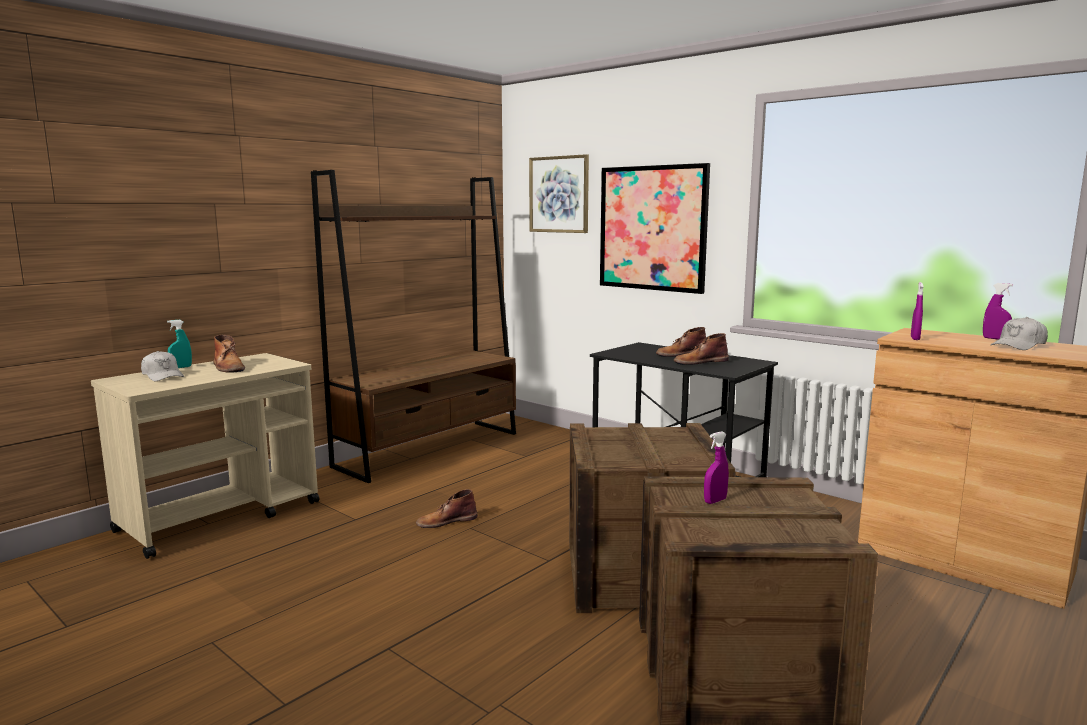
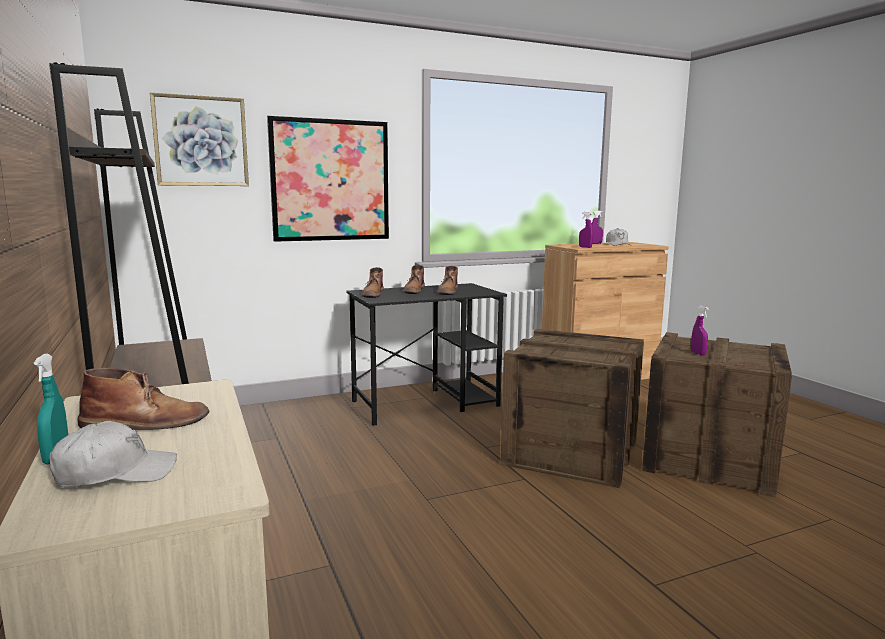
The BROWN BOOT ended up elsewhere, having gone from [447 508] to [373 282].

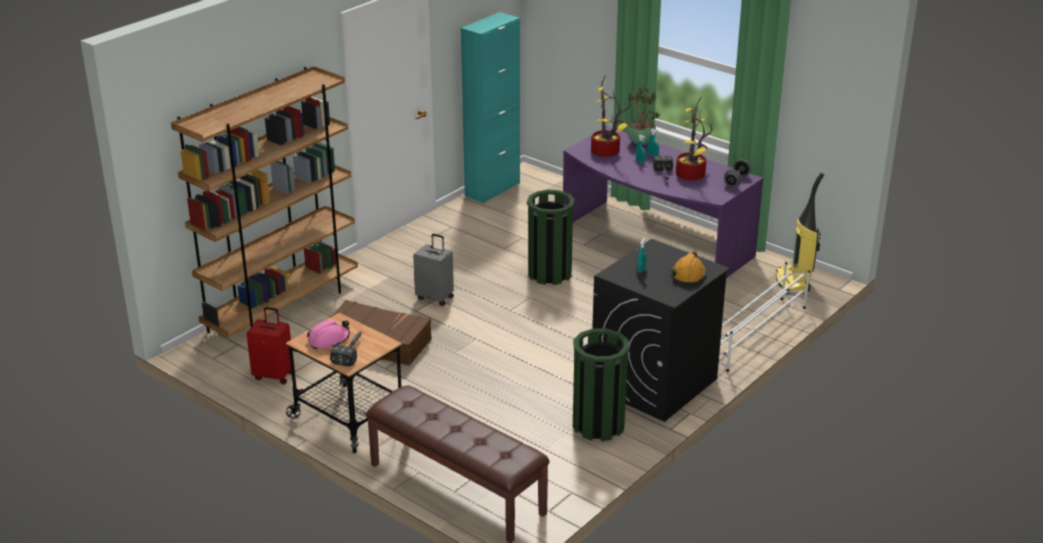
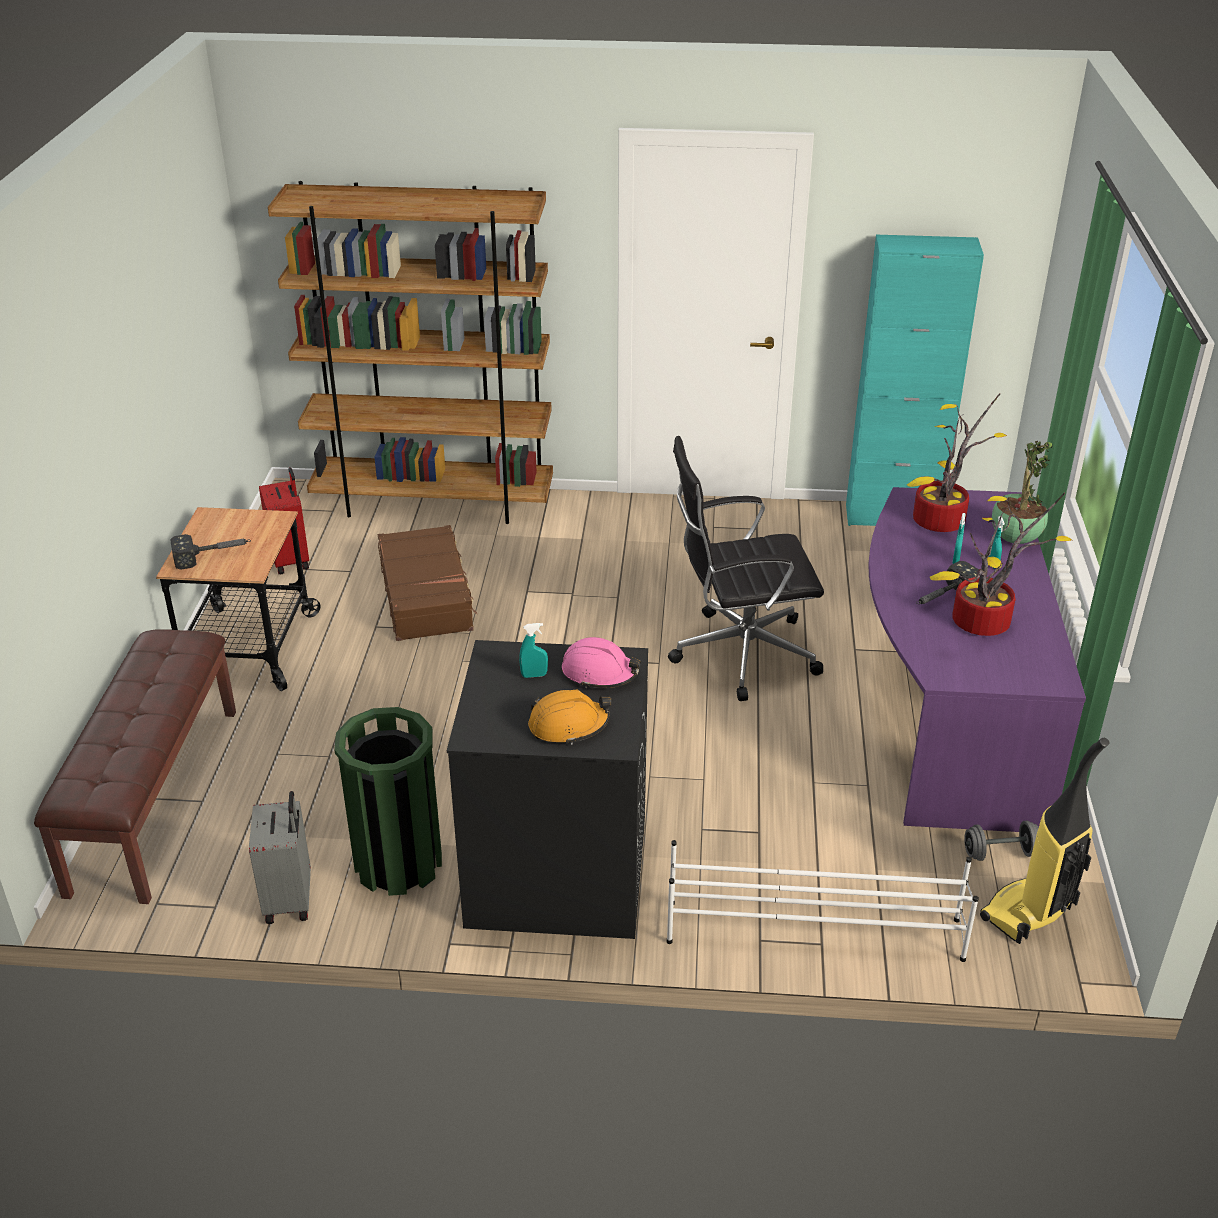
The GREY SUITCASE ended up elsewhere, having gone from [433 269] to [280 857].
The PINK HARD HAT ended up elsewhere, having gone from [328 334] to [601 663].
Where the GREEN TRASH CAN stood at [551 237], the BLACK OFFICE CHAIR came to stand at [746 568].
The GREY DUMBBELL ended up elsewhere, having gone from [737 173] to [1001 841].

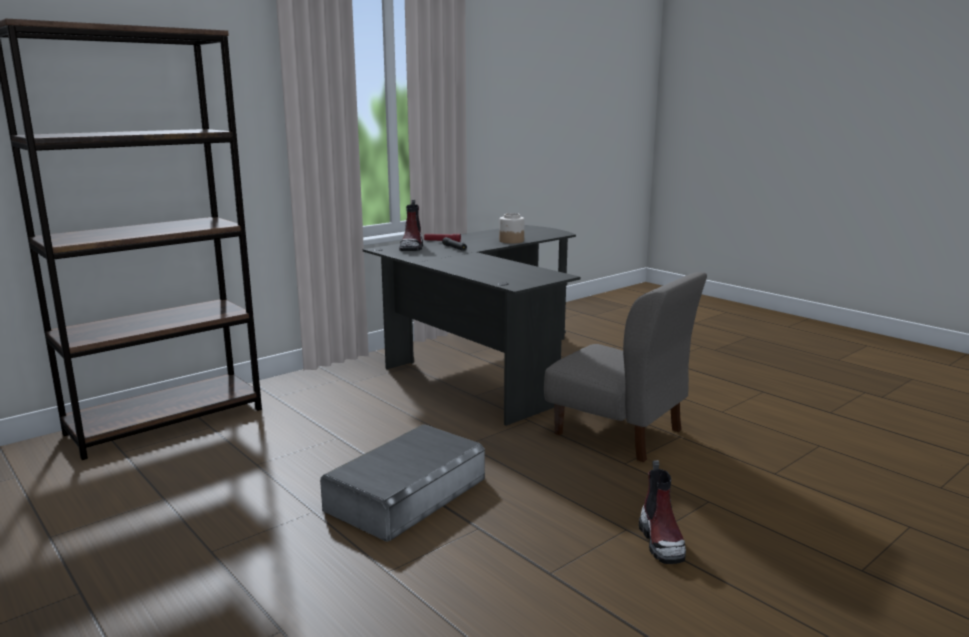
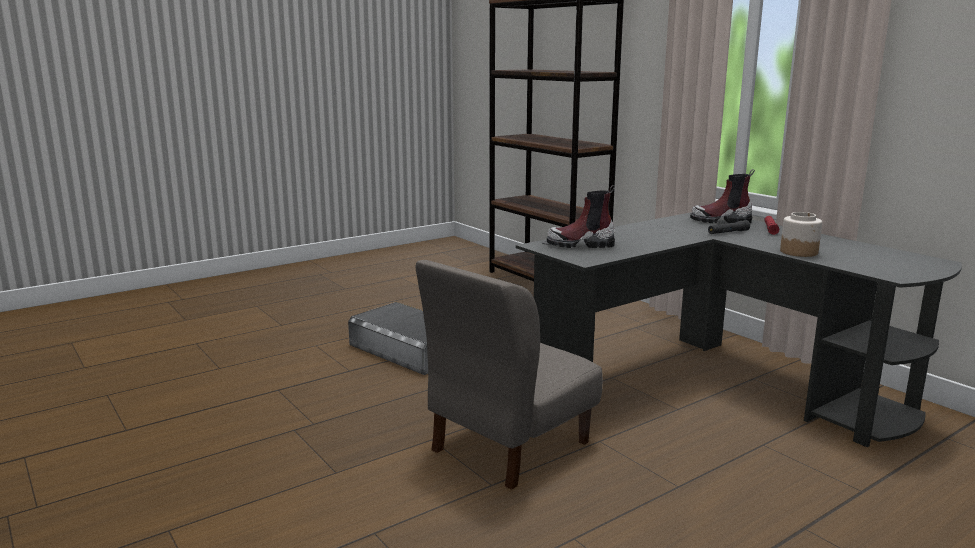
The BOOT ended up elsewhere, having gone from [662 512] to [581 216].

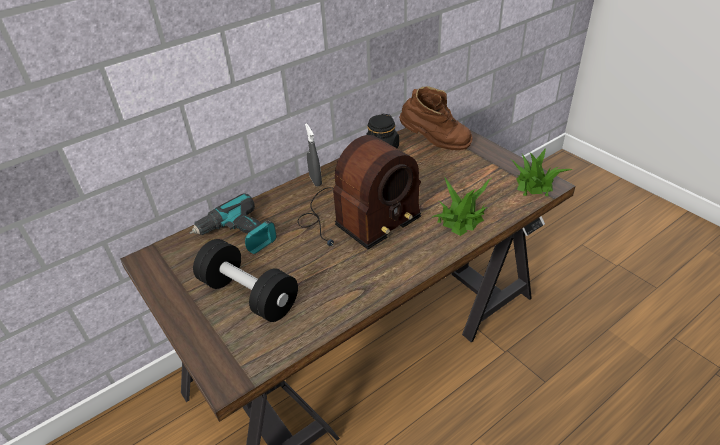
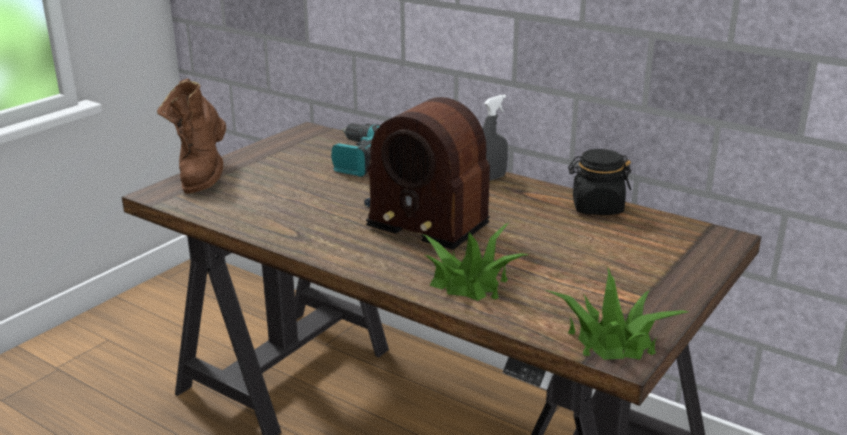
The BROWN BOOT ended up elsewhere, having gone from [436 118] to [191 136].
The second view lost the BLACK DUMBBELL at [245 280].

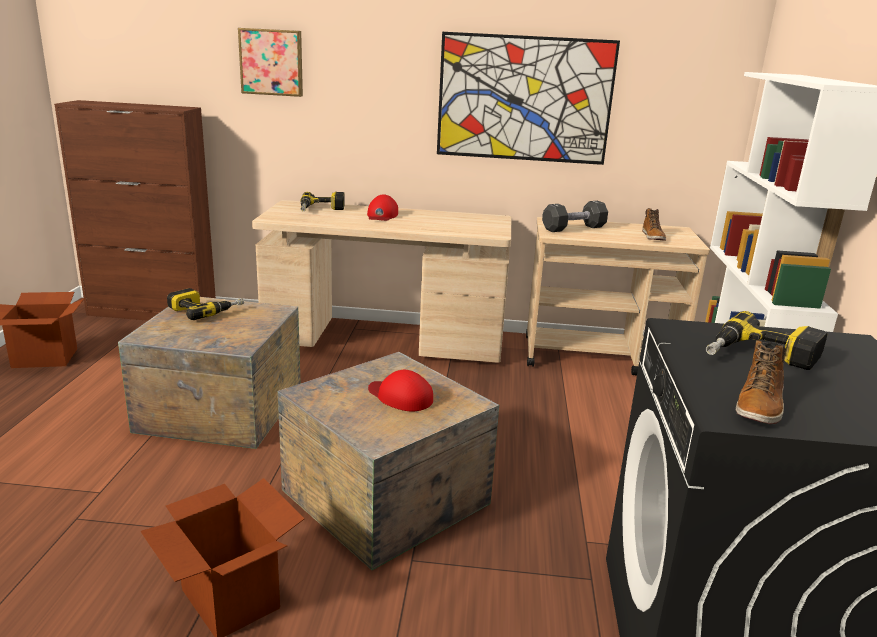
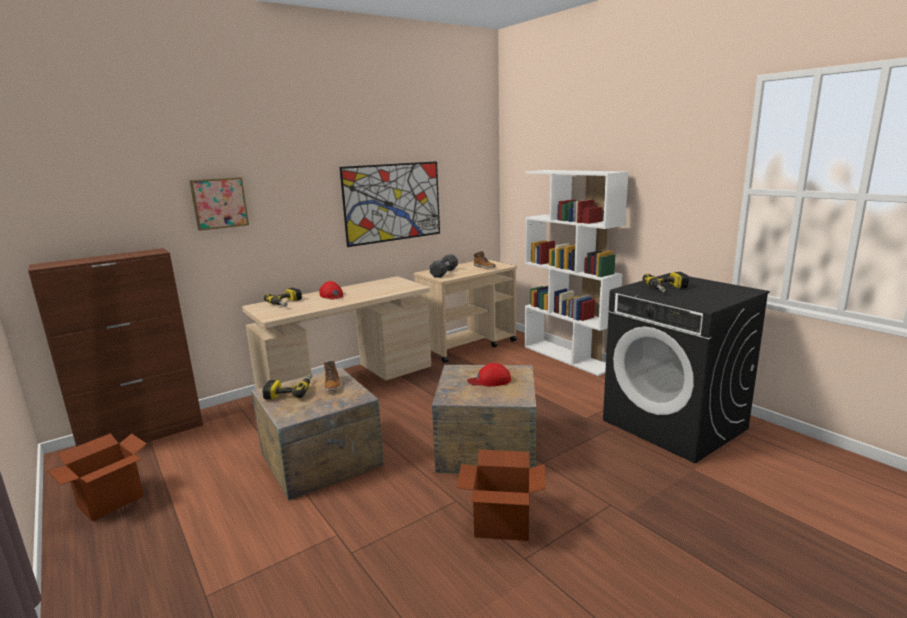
The BOOT ended up elsewhere, having gone from [761 382] to [332 376].

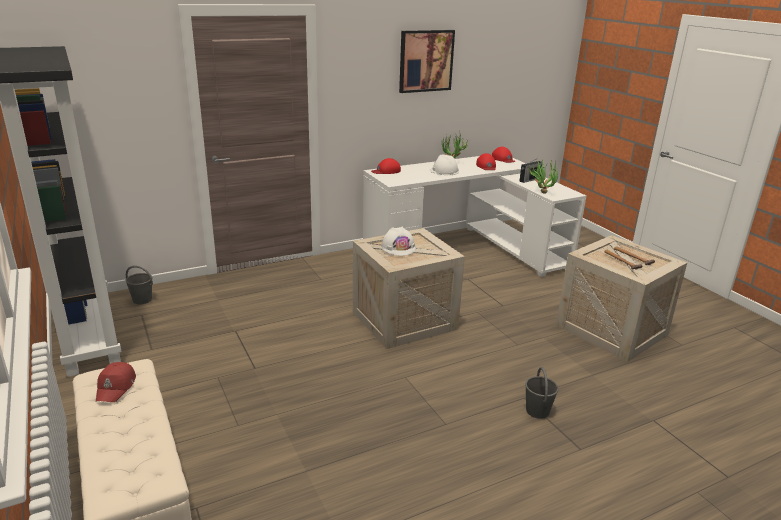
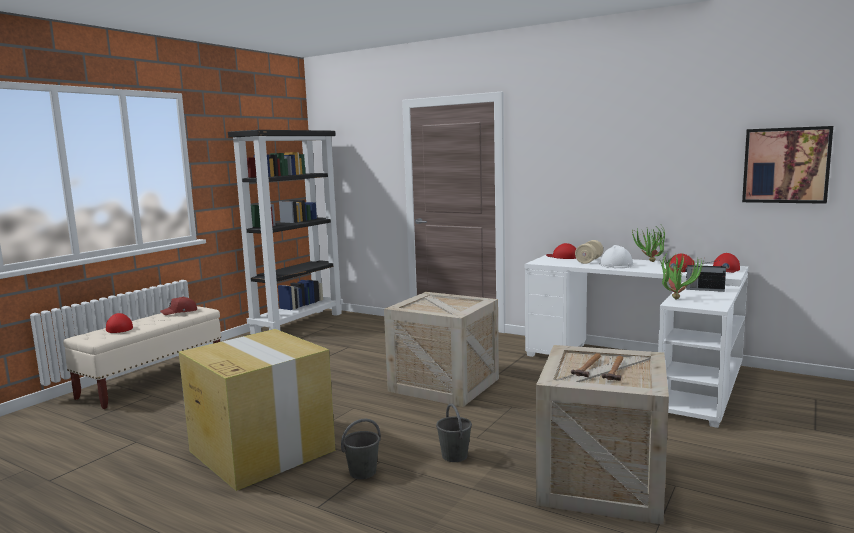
The second view gained the RED CAP at [119 323].
The second view gained the CARDBOARD BOX at [257 410].
The GREY BUCKET ended up elsewhere, having gone from [139 284] to [454 432].
The second view gained the BEIGE DUMBBELL at [589 252].
The PICTURE ended up elsewhere, having gone from [427 61] to [787 165].
The second view lost the WHITE HARD HAT at [398 241].

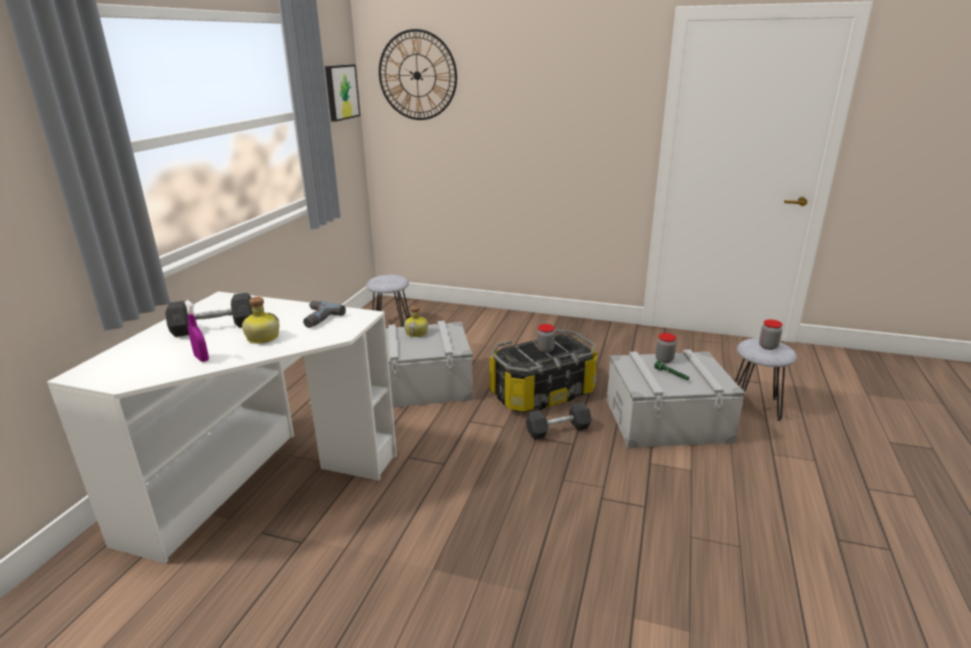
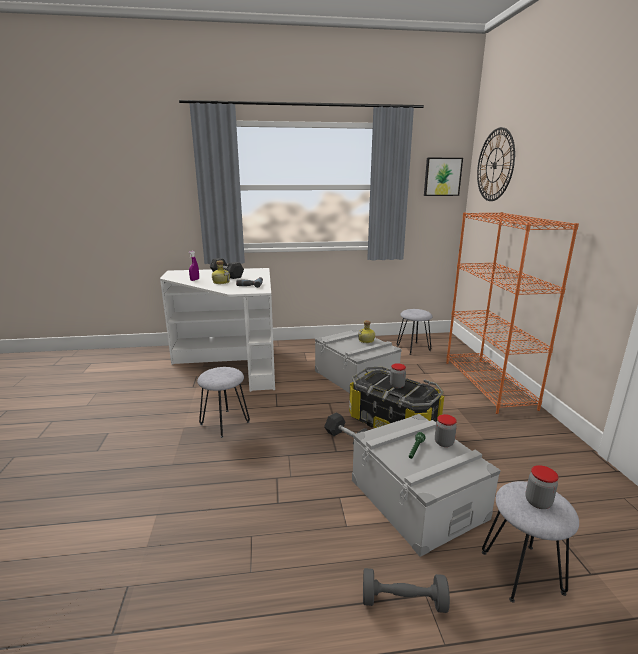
The second view gained the GREY STOOL at [223 402].
The second view gained the GREY DUMBBELL at [406 590].
The second view gained the ORANGE BOOKCASE at [512 313].

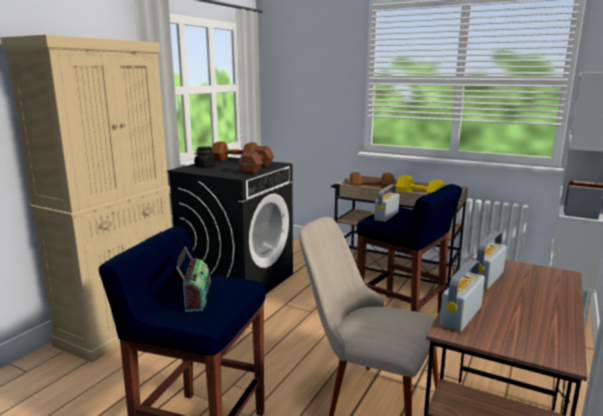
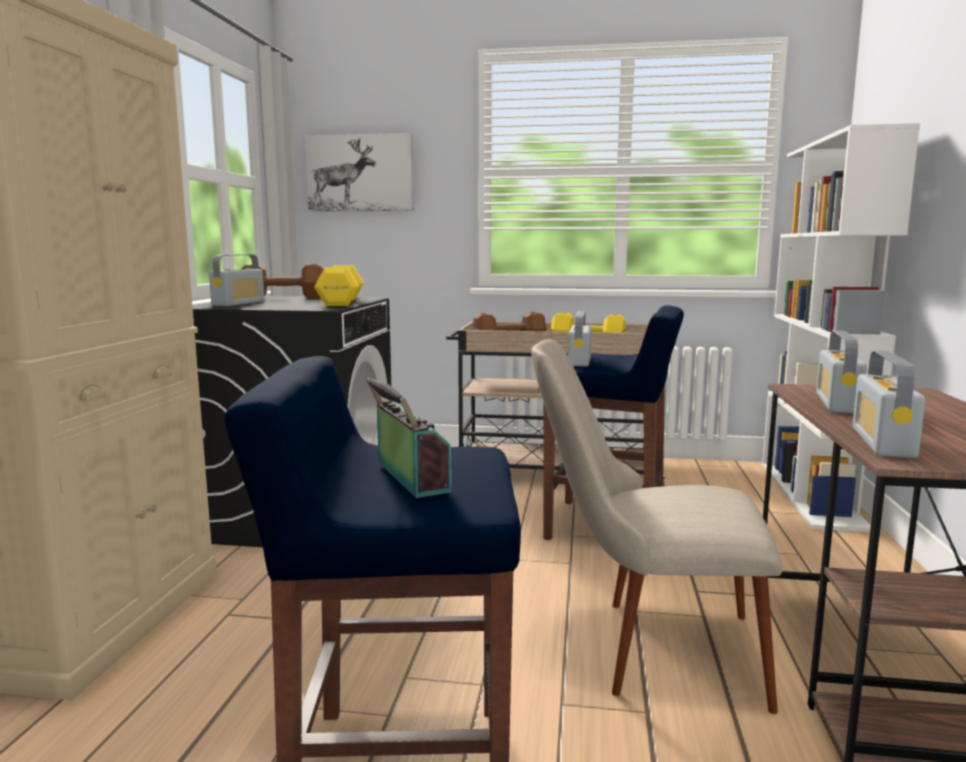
Where the BLACK JAR stood at [204 157], the RADIO came to stand at [236 280].
The second view gained the PICTURE at [359 172].
What was the BROWN DUMBBELL at [256 160] turned into the YELLOW DUMBBELL at [339 285].

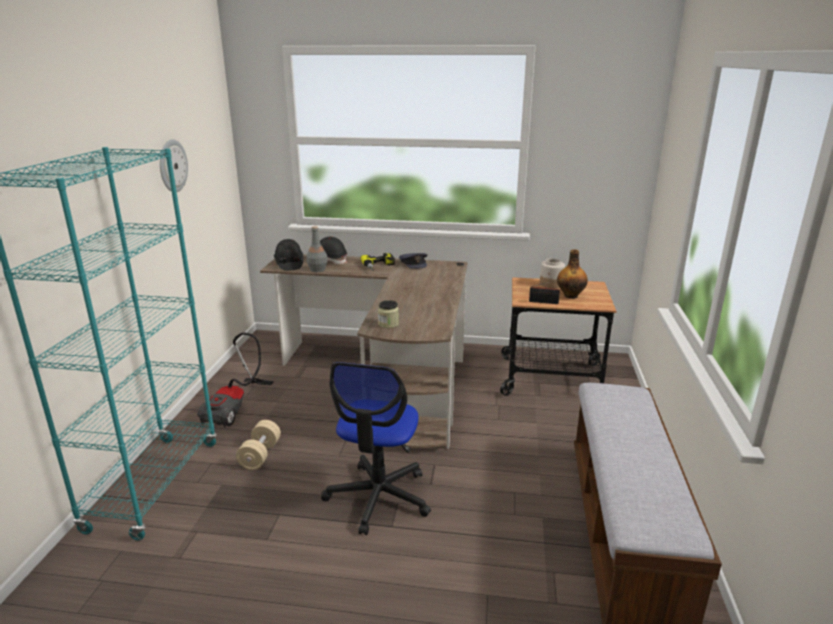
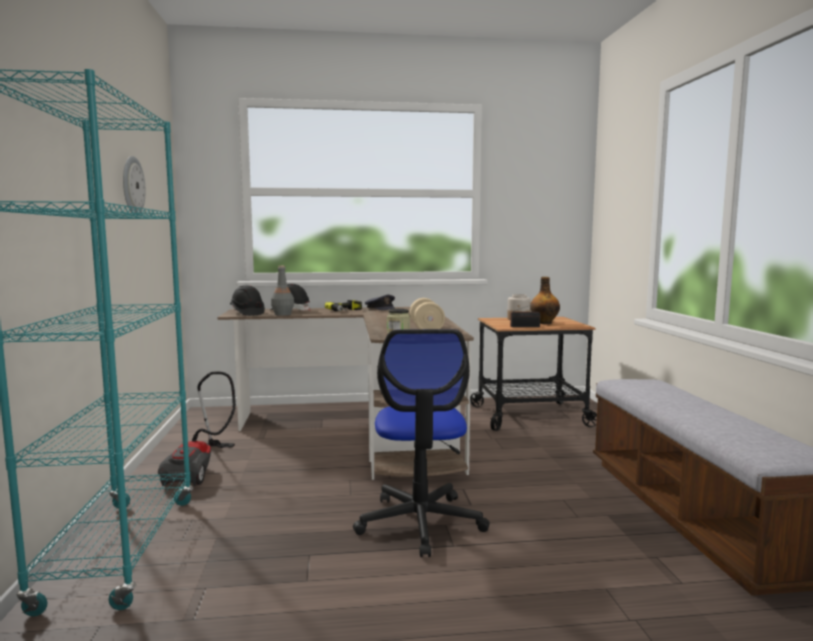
The BEIGE DUMBBELL ended up elsewhere, having gone from [258 445] to [427 313].

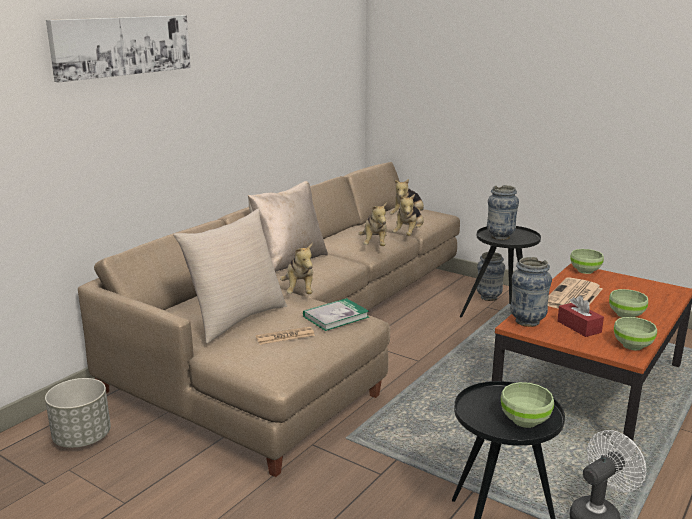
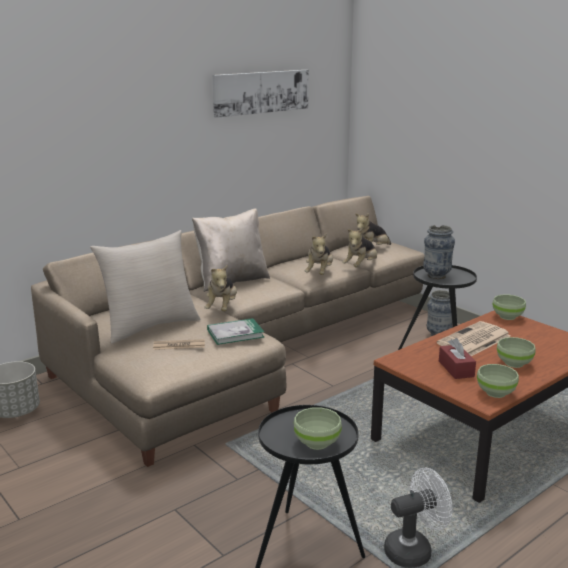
The PICTURE ended up elsewhere, having gone from [118 48] to [260 94].
The second view lost the VASE at [531 292].

